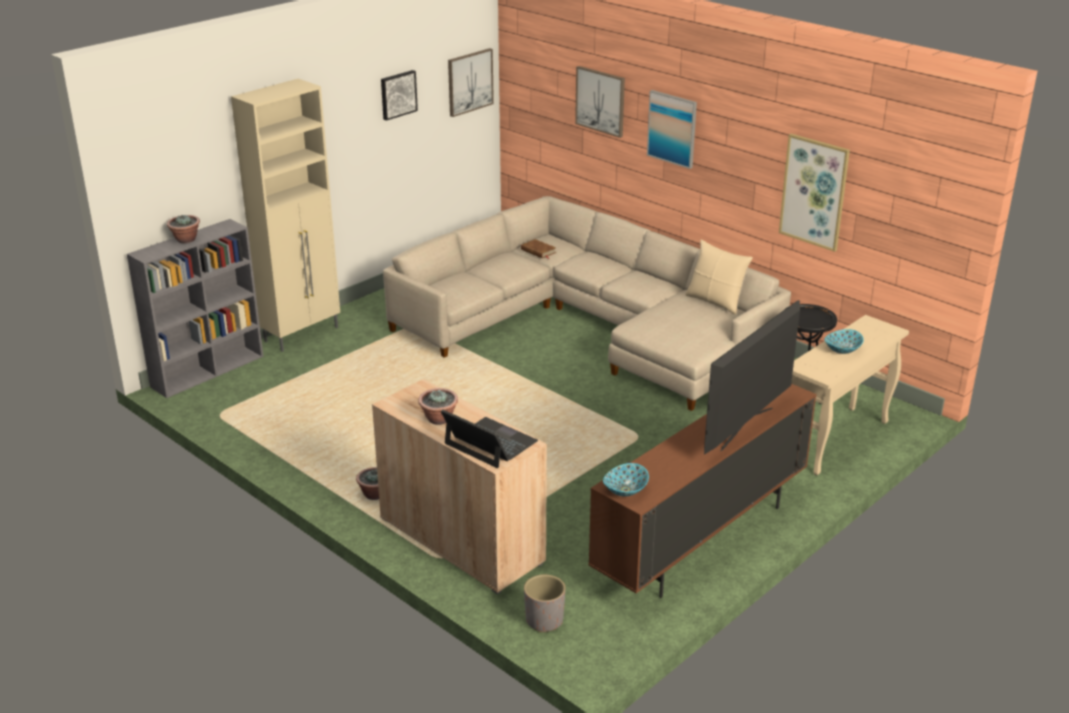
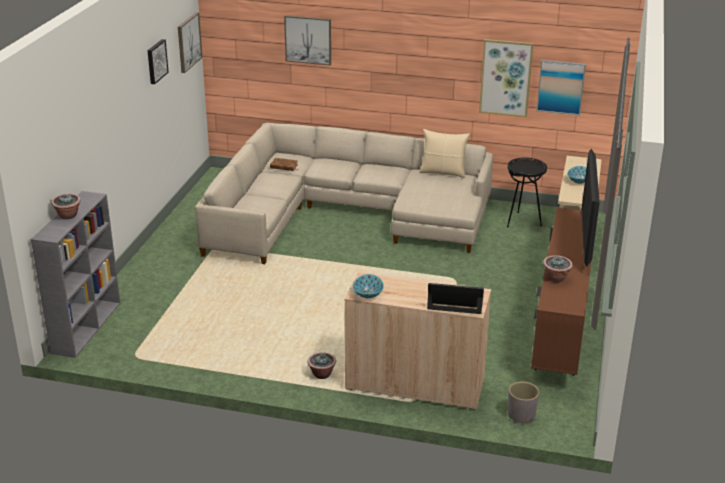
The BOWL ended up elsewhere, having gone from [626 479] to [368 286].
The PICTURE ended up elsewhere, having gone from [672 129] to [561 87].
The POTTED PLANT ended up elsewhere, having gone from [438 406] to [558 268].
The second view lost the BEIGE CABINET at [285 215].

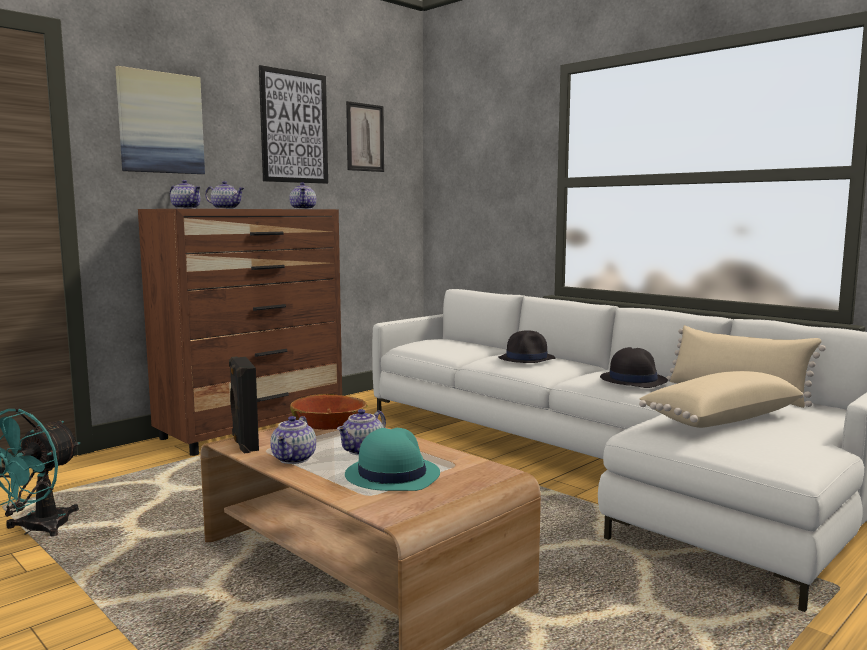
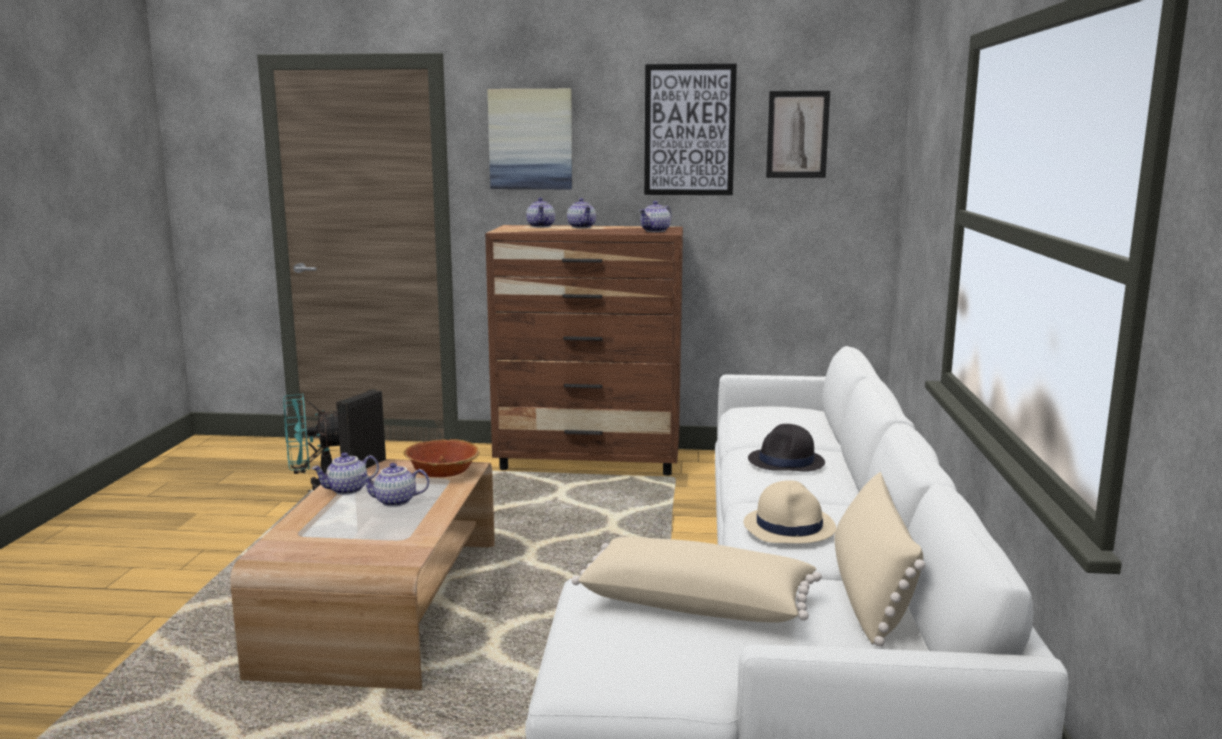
What was the BLACK HAT at [634 367] turned into the BEIGE HAT at [790 512].
The second view lost the TURQUOISE HAT at [392 459].

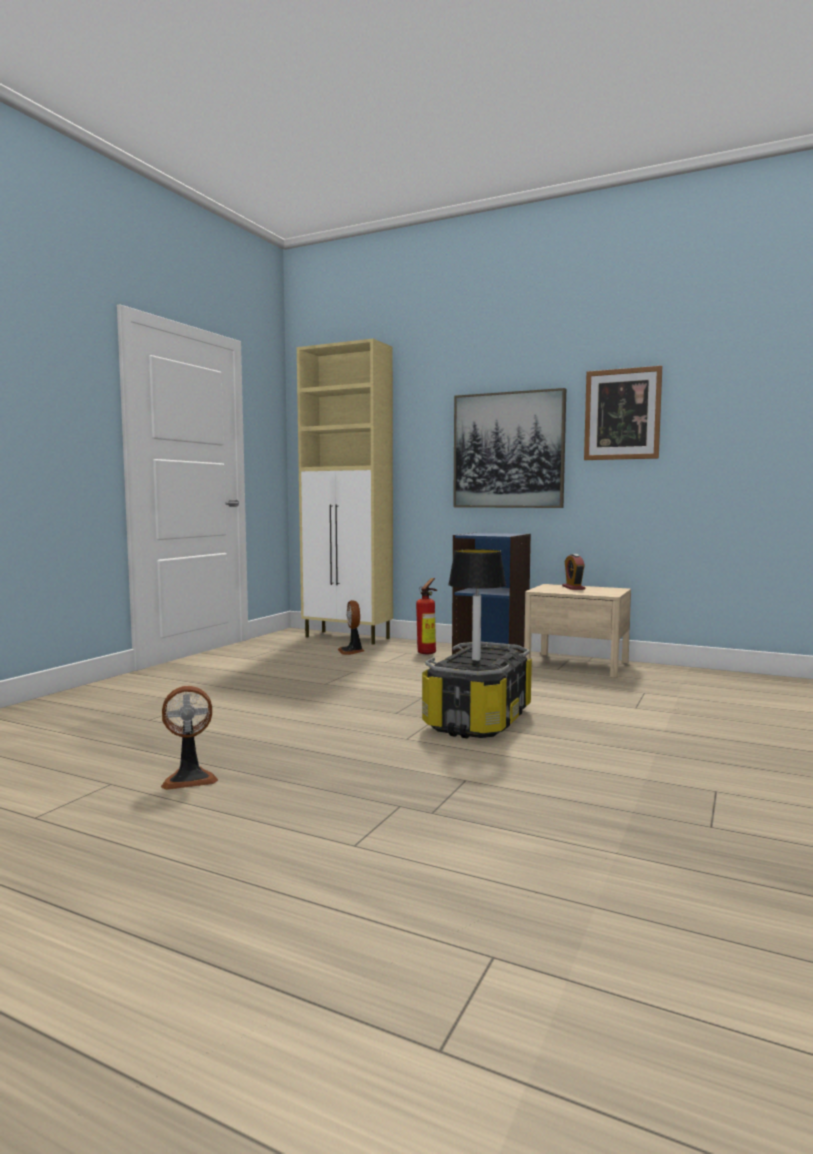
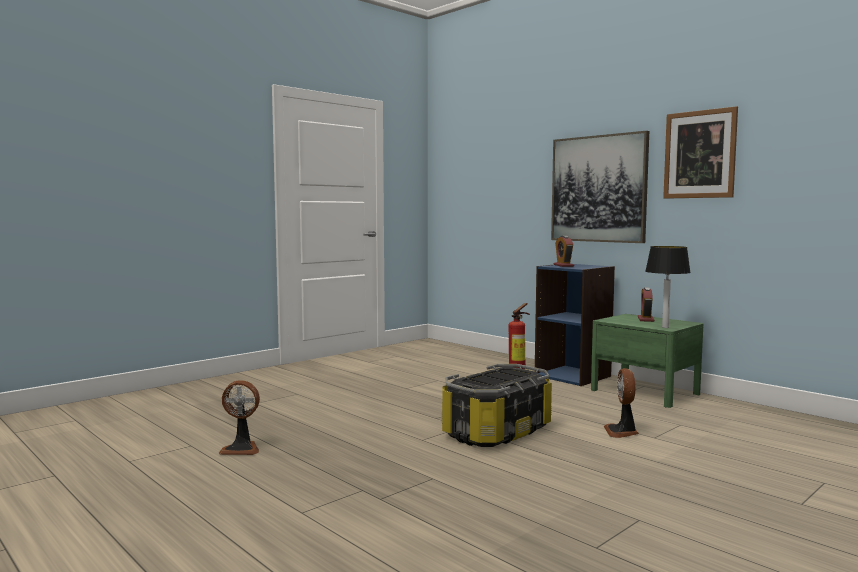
The second view gained the ALARM CLOCK at [564 251].
What was the BEIGE NIGHTSTAND at [577 631] turned into the GREEN NIGHTSTAND at [647 361].
The FAN ended up elsewhere, having gone from [351 627] to [621 403].
The TABLE LAMP ended up elsewhere, having gone from [477 605] to [668 287].
The second view lost the BEIGE CABINET at [345 492].

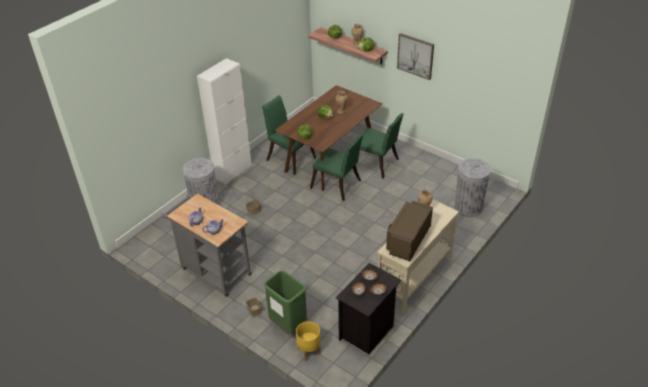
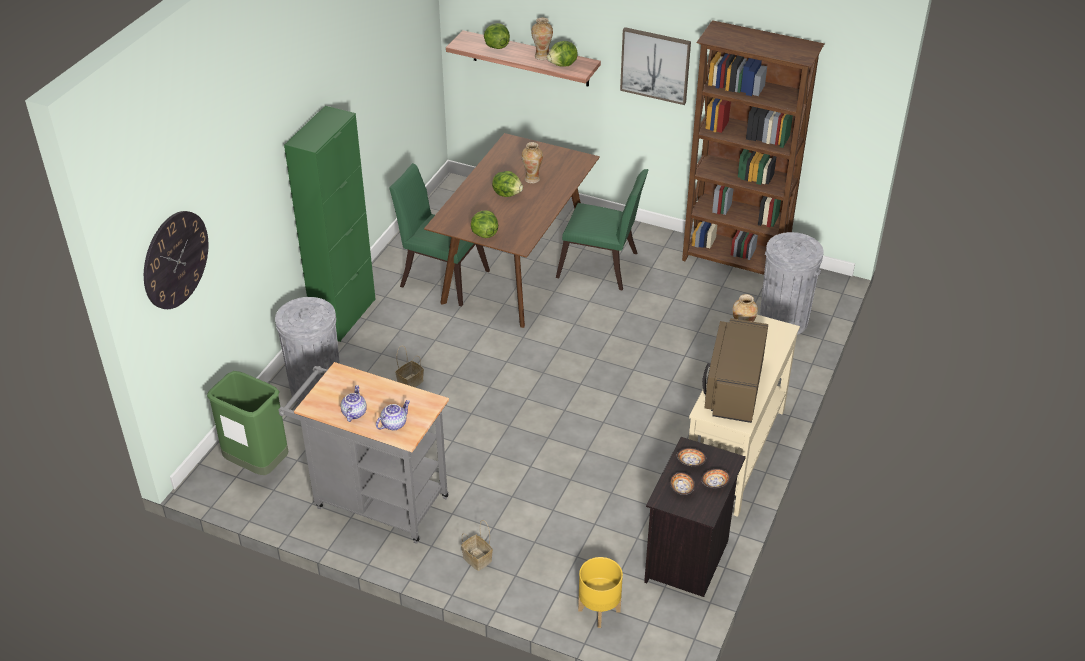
The second view gained the WALL CLOCK at [176 260].
The GREEN TRASH CAN ended up elsewhere, having gone from [285 302] to [247 423].
What was the WHITE CABINET at [224 121] turned into the GREEN CABINET at [330 224].
The second view gained the BROWN BOOKCASE at [753 147].
The second view lost the GREEN CHAIR at [336 167].

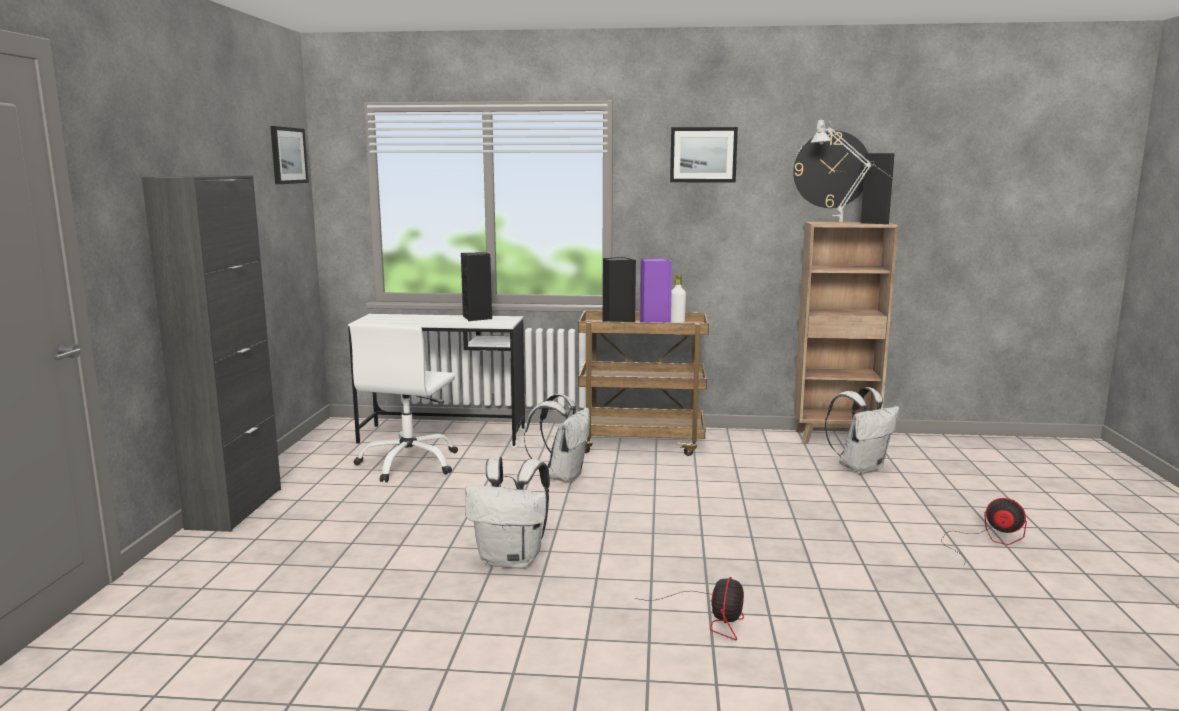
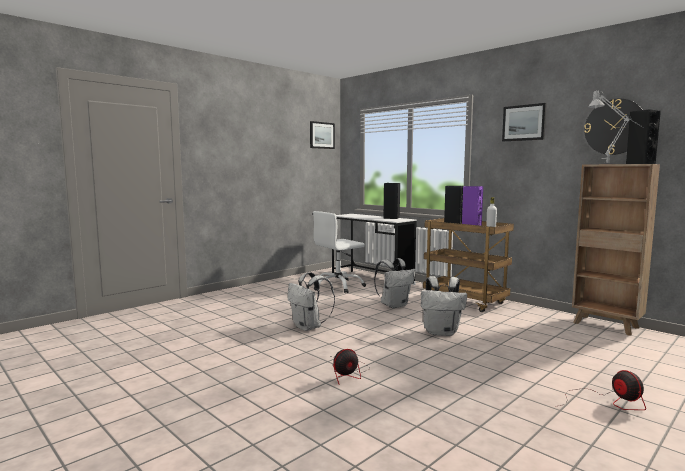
The WHITE BACKPACK ended up elsewhere, having gone from [862 430] to [444 306].
The second view lost the BLACK CABINET at [211 353].

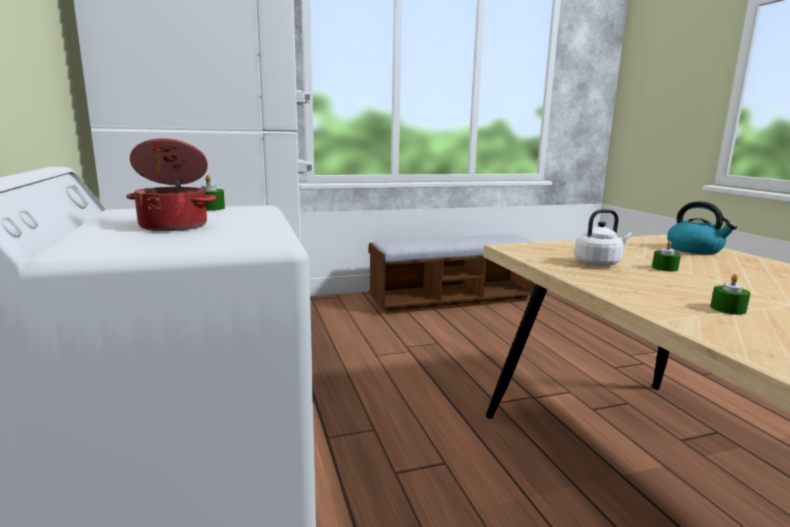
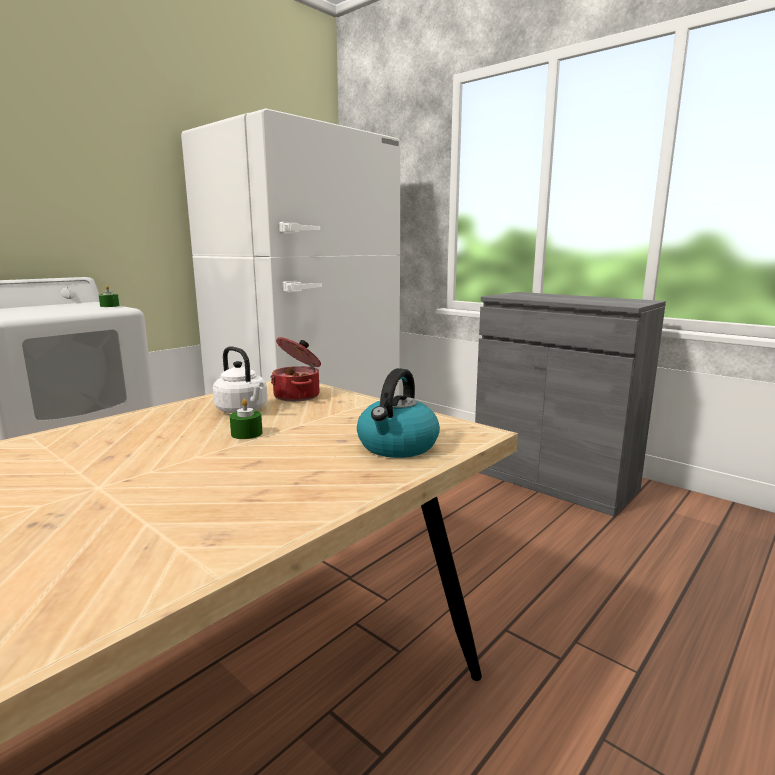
The COOKING POT ended up elsewhere, having gone from [171 184] to [296 369].
Where the BENCH stood at [452 274], the GREY CABINET came to stand at [570 404].
The second view lost the GREEN CANDLE at [730 294].

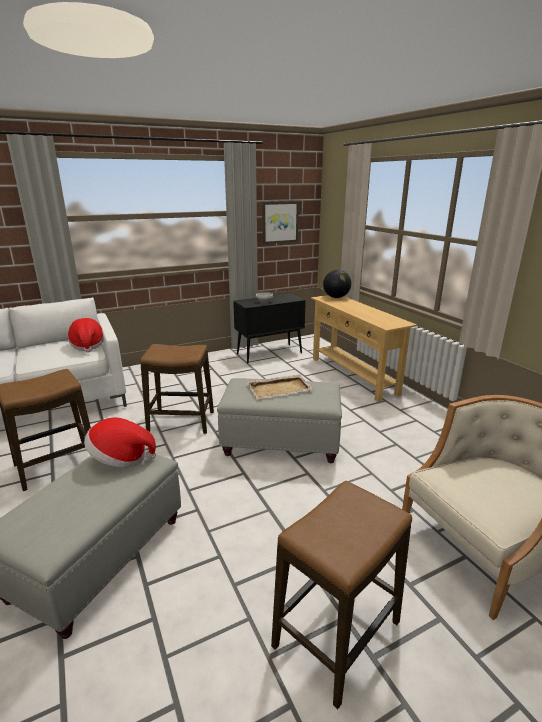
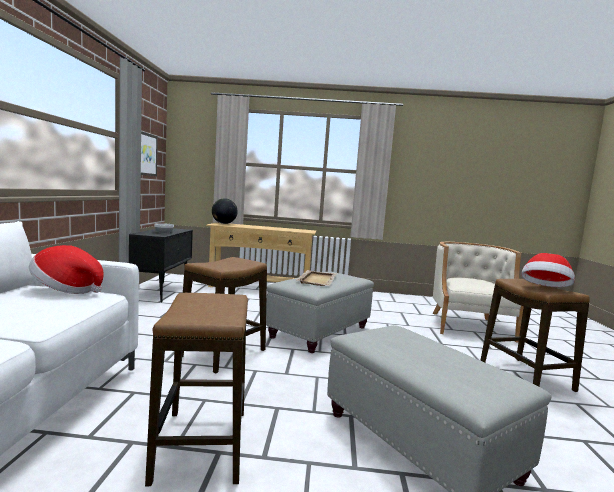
The HAT ended up elsewhere, having gone from [120 442] to [548 270].

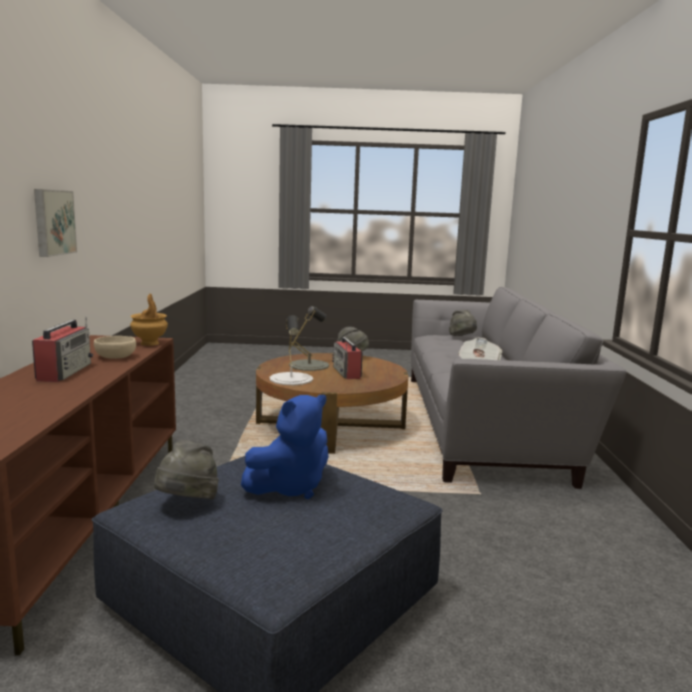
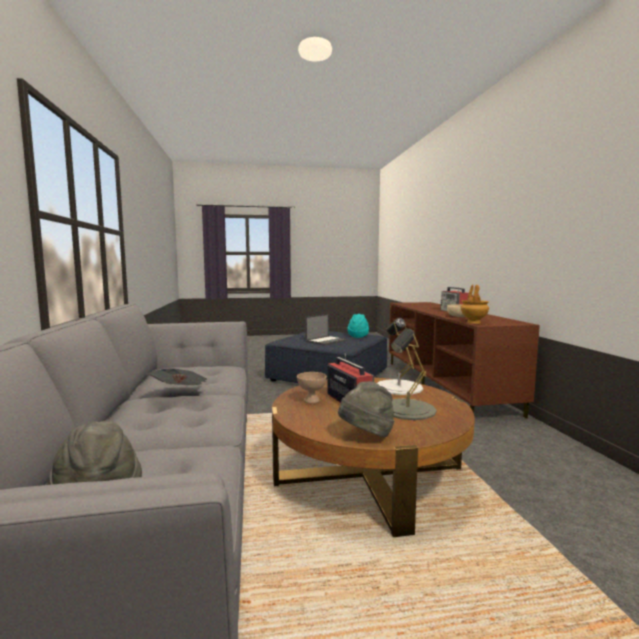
The second view gained the BEIGE BOWL at [312 387].
Where the BLUE PLUSH TOY stood at [285 447], the LAPTOP came to stand at [326 330].
What was the GREY HAT at [186 469] turned into the TURQUOISE HAT at [358 326].
The second view lost the PICTURE at [55 223].

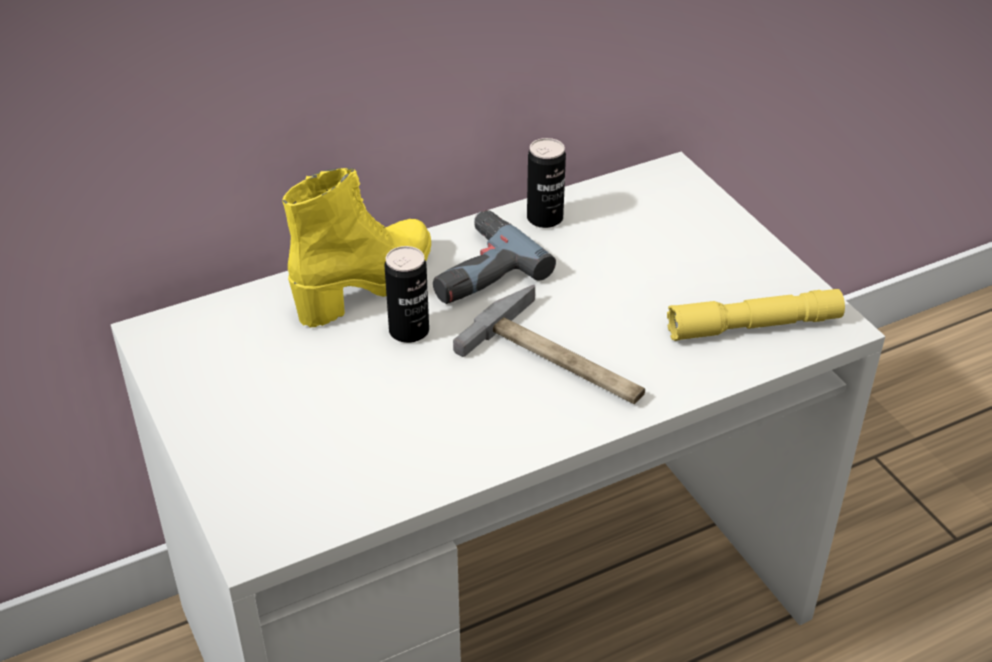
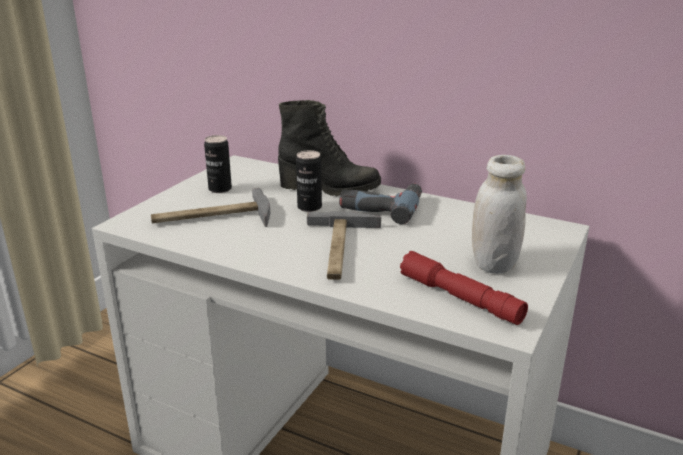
The second view gained the HAMMER at [210 207].
The CAN ended up elsewhere, having gone from [546 183] to [218 164].
What was the YELLOW BOOT at [356 247] turned into the BLACK BOOT at [329 148].
What was the YELLOW FLASHLIGHT at [756 315] turned into the RED FLASHLIGHT at [464 288].
The second view gained the WHITE JAR at [499 214].

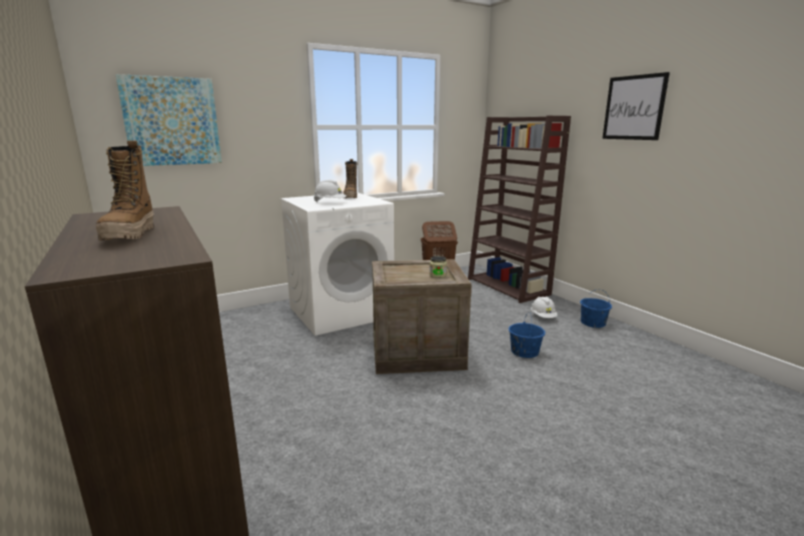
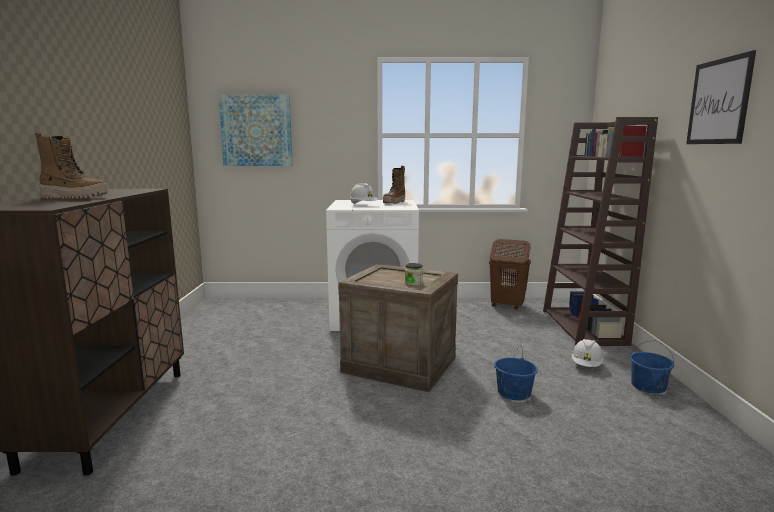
The BOOT at [125 190] ended up facing another way, 105 degrees counterclockwise from before.

